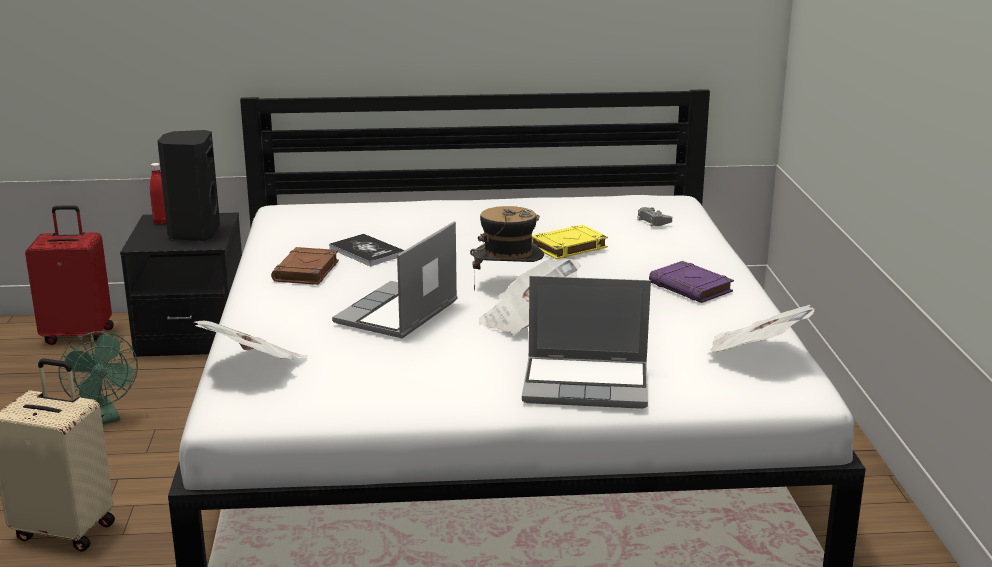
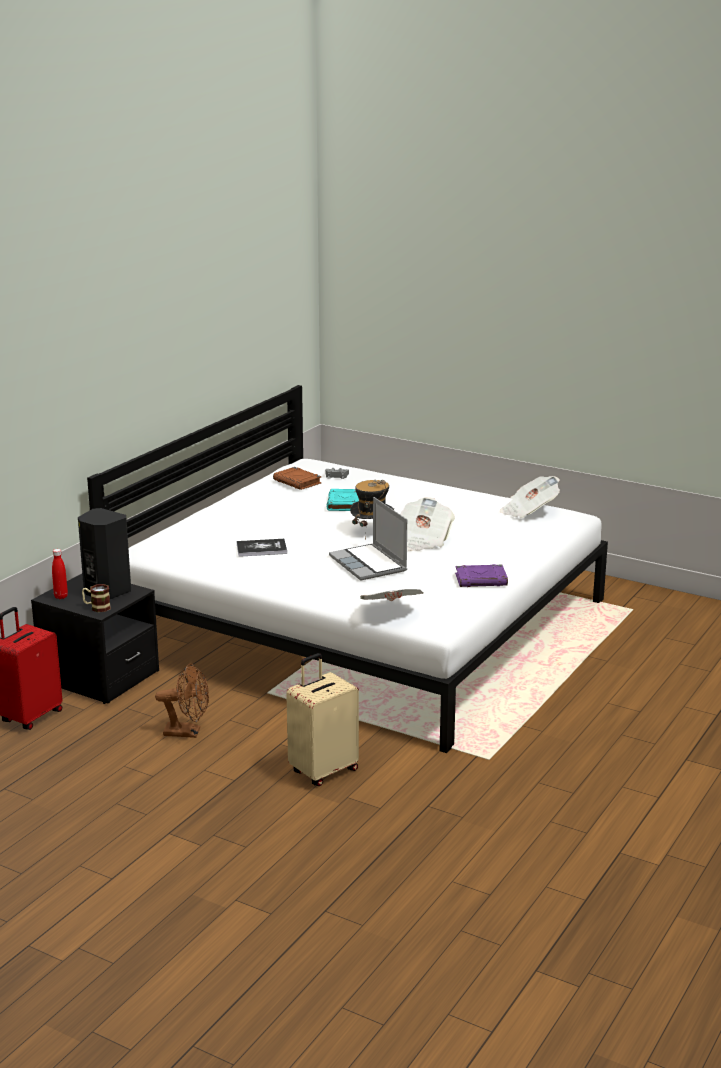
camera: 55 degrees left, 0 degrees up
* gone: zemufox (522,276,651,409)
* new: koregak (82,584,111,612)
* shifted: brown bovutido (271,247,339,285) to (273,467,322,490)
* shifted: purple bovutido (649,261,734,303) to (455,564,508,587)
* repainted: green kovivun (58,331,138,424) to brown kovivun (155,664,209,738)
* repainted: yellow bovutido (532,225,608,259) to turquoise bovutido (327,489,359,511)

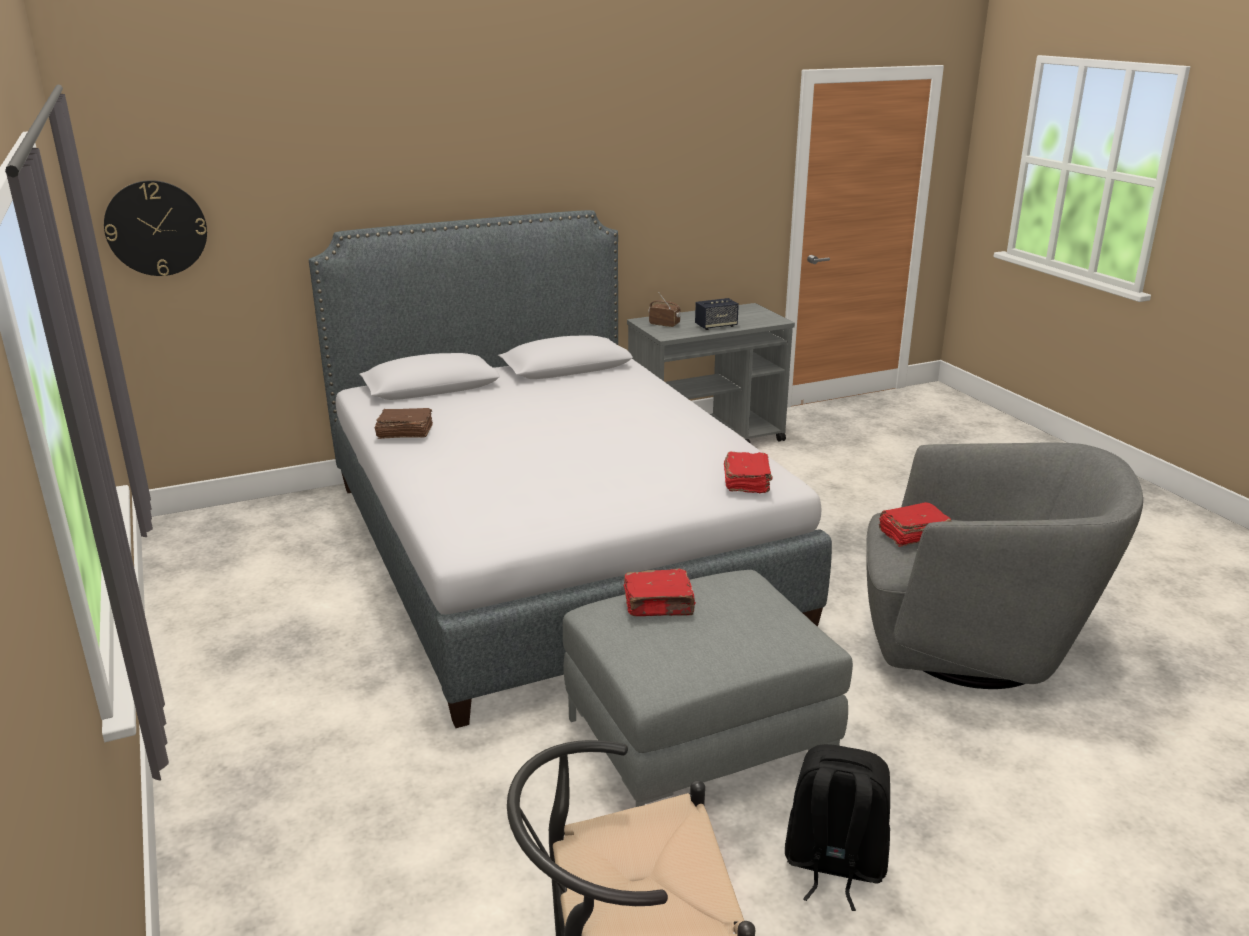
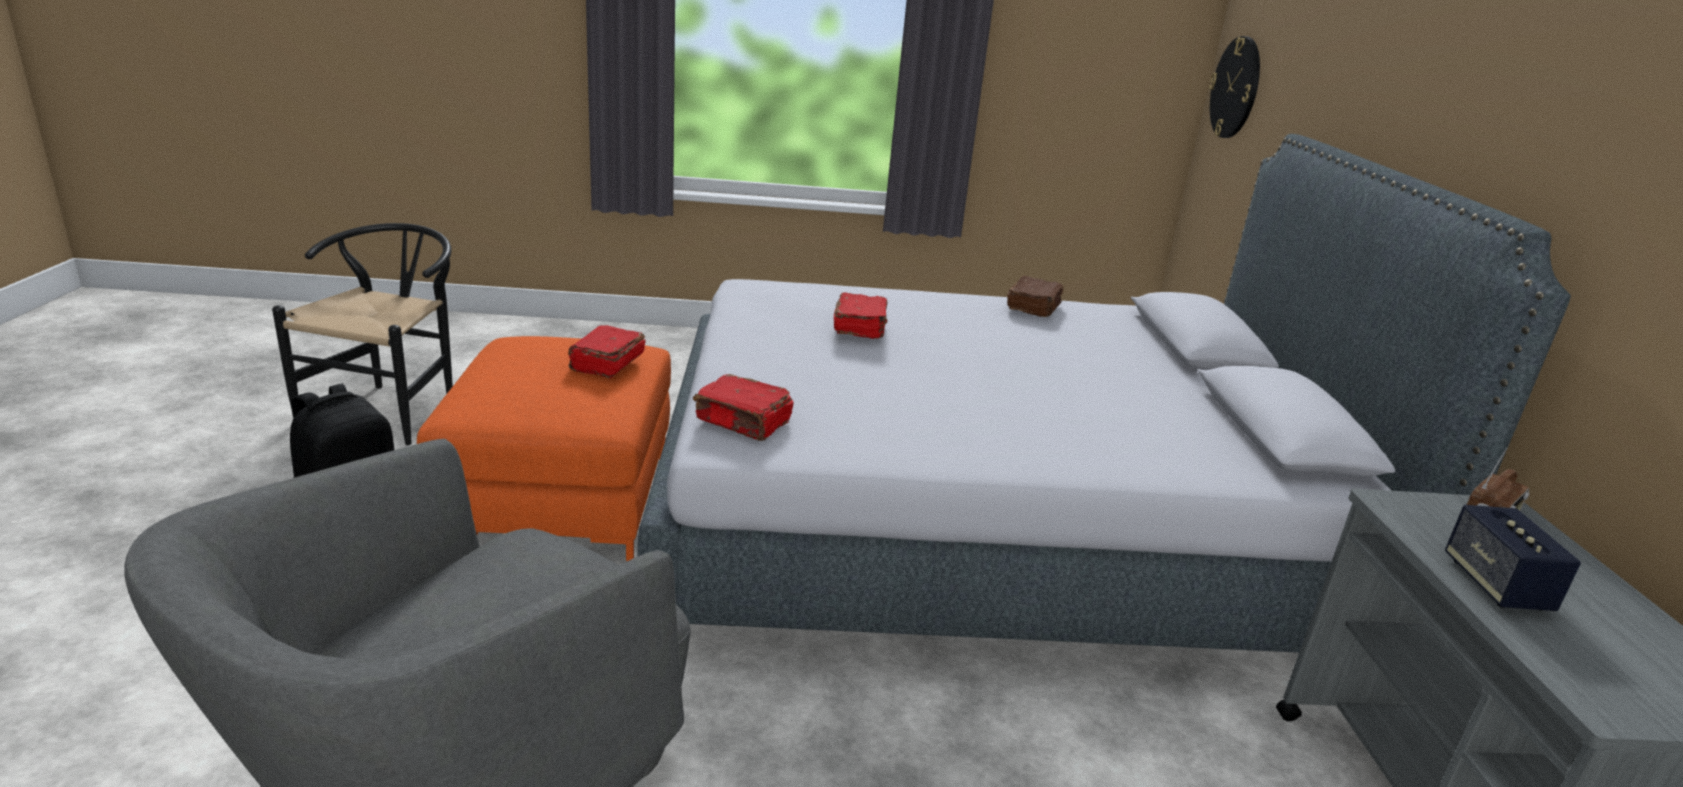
camera: 110 degrees right, 0 degrees up
* shifted: red bovutido (879,502,951,547) to (834,292,888,339)
* repainted: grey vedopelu (563,570,853,807) to orange vedopelu (417,336,671,561)

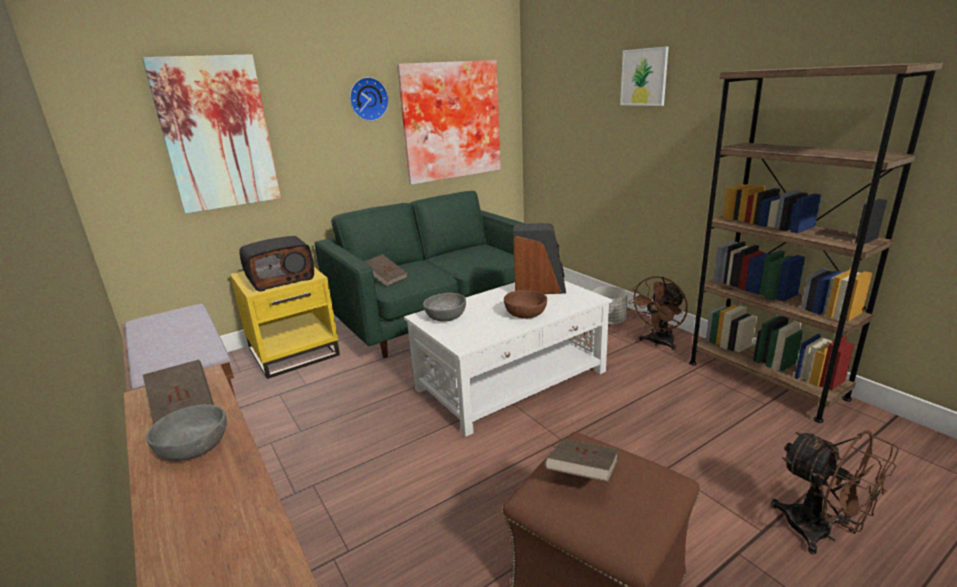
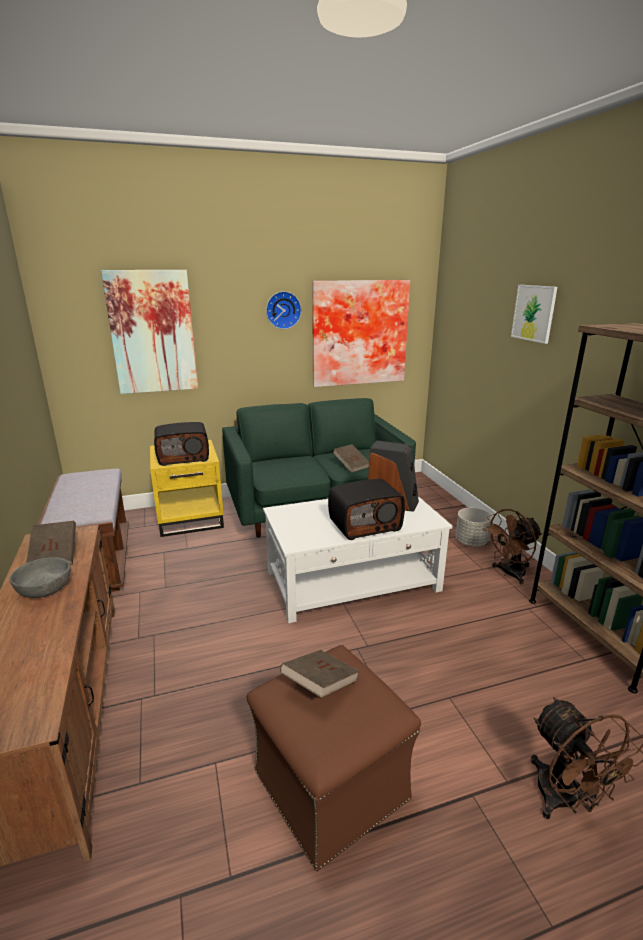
camera: 15 degrees right, 0 degrees up
* gone: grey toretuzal (423,293,466,322)
* shifted: brown bovutido (364,254,408,286) to (333,444,369,473)
* swapped: brown toretuzal (504,290,547,319) to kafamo (328,479,405,540)

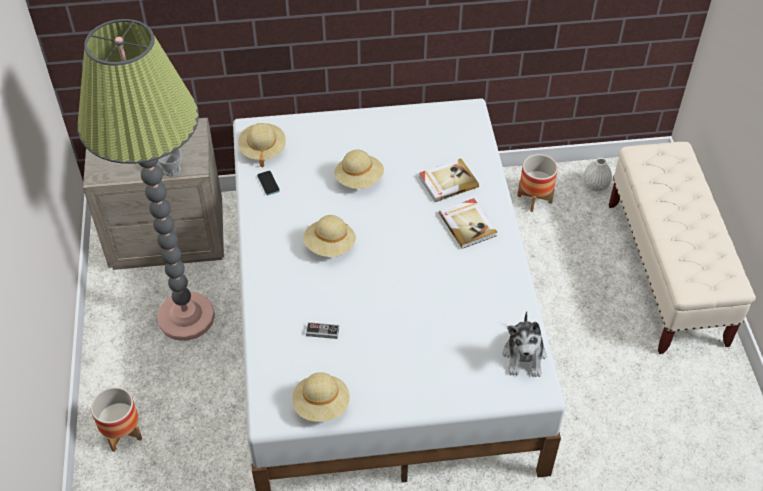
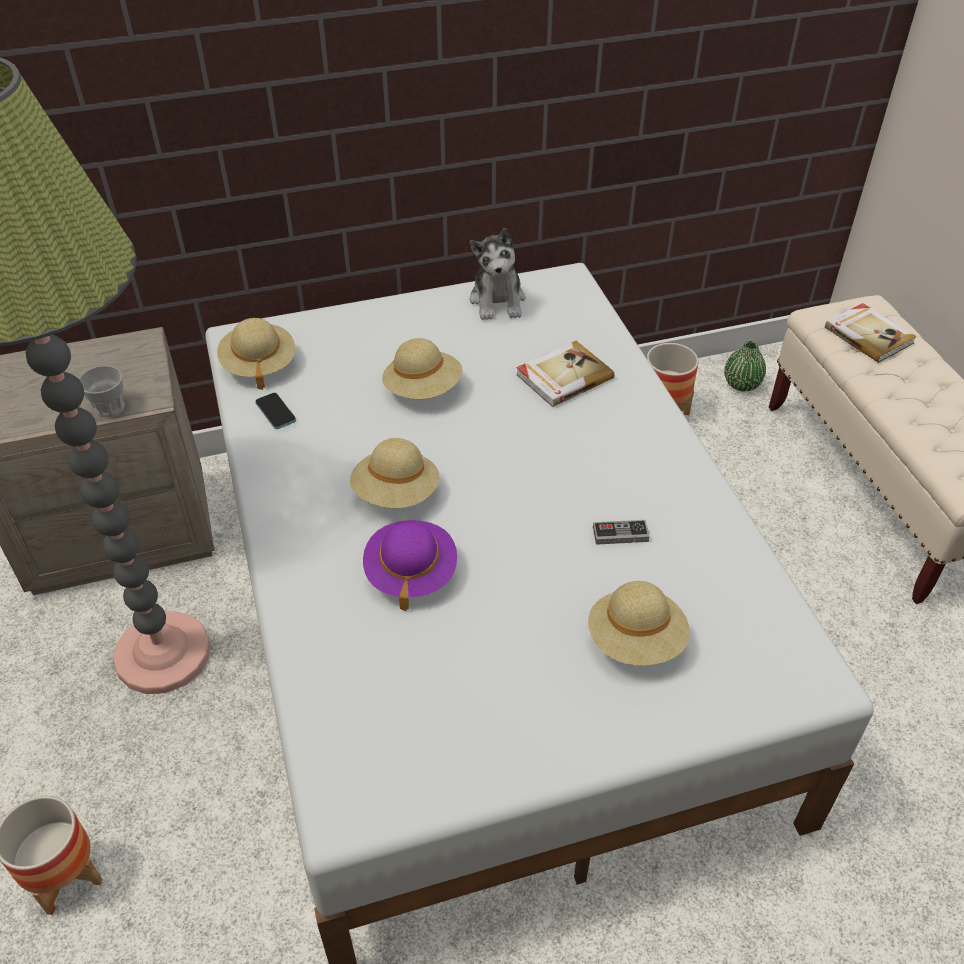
camera: 10 degrees left, 5 degrees down
* new: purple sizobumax (363,520,457,611)
* shifted: beige sizobumax (292,372,350,422) to (588,581,690,665)
* shifted: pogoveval (306,322,339,339) to (593,520,650,545)
* shifted: bovutido (439,198,497,249) to (825,303,917,363)
* shifted: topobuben (503,311,546,377) to (470,228,525,320)
* repainted: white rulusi (583,158,612,191) to green rulusi (725,341,766,392)

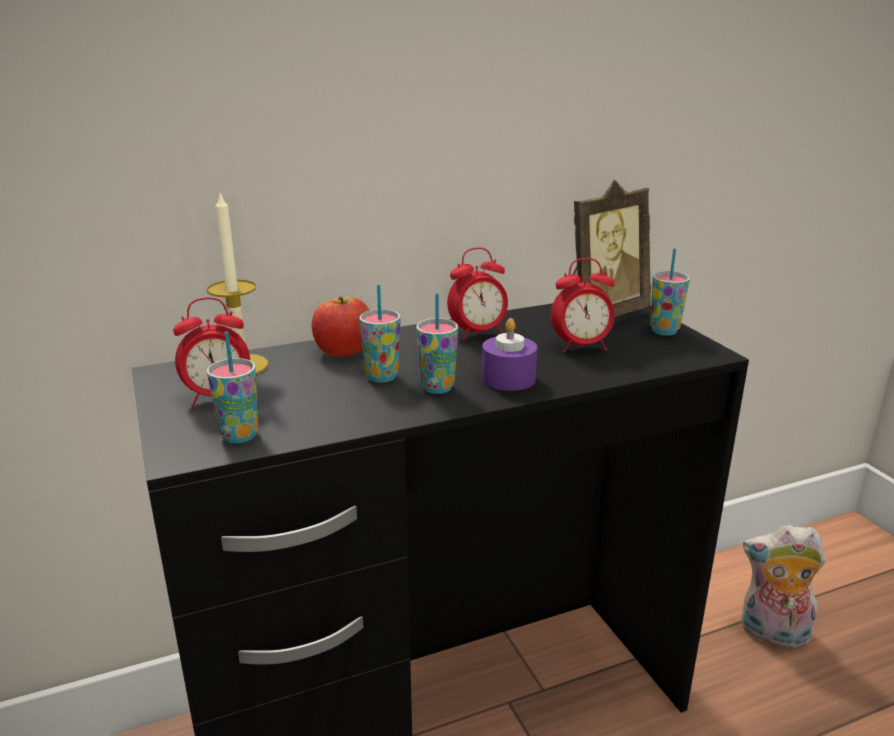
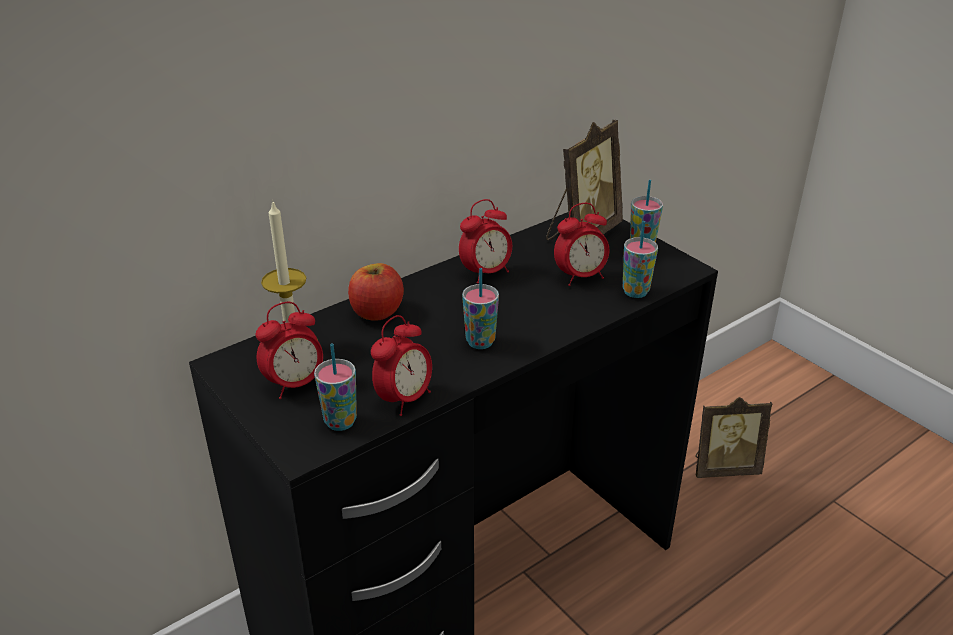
camera: 15 degrees left, 10 degrees up
* gone: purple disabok (482,318,537,391)
* new: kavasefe (371,315,432,416)
* shifted: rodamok (359,284,400,383) to (623,221,658,298)
* swapped: topobuben (741,525,826,652) to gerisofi (695,397,772,478)

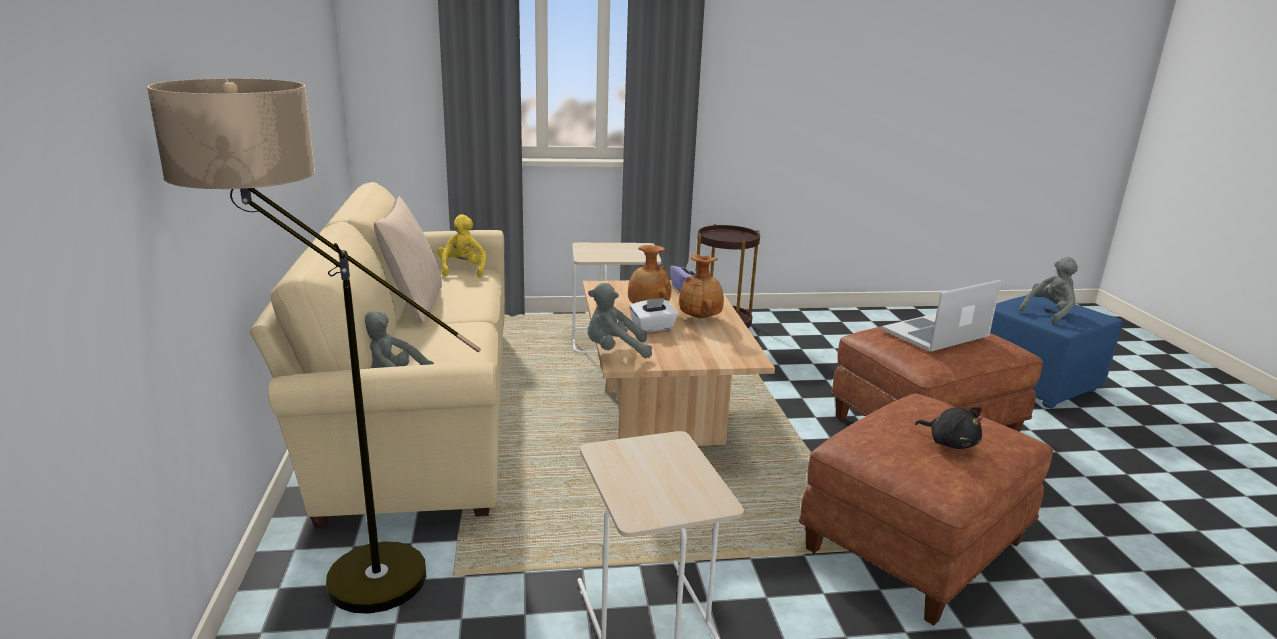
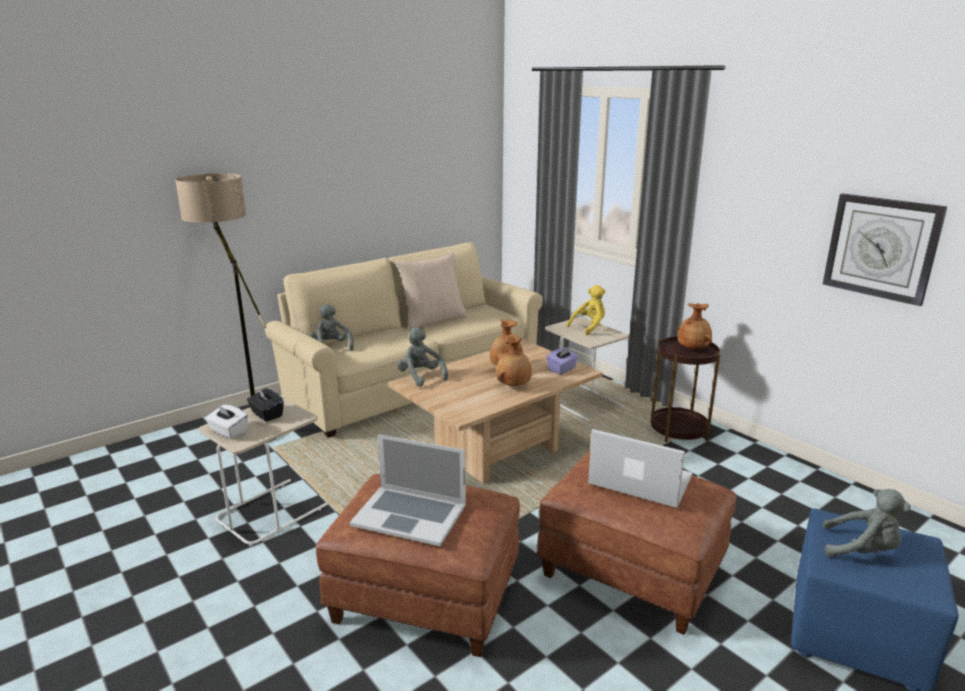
camera: 60 degrees right, 0 degrees up
* new: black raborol (247,388,284,422)
* new: brown rulusi (677,303,712,349)
* new: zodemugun (823,193,947,306)
* shifted: yellow topobuben (437,214,486,278) to (567,285,606,335)
* shifted: white raborol (630,298,678,332) to (205,405,248,439)
* swapped: black topobuben (915,407,982,449) to zemufox (349,434,466,546)

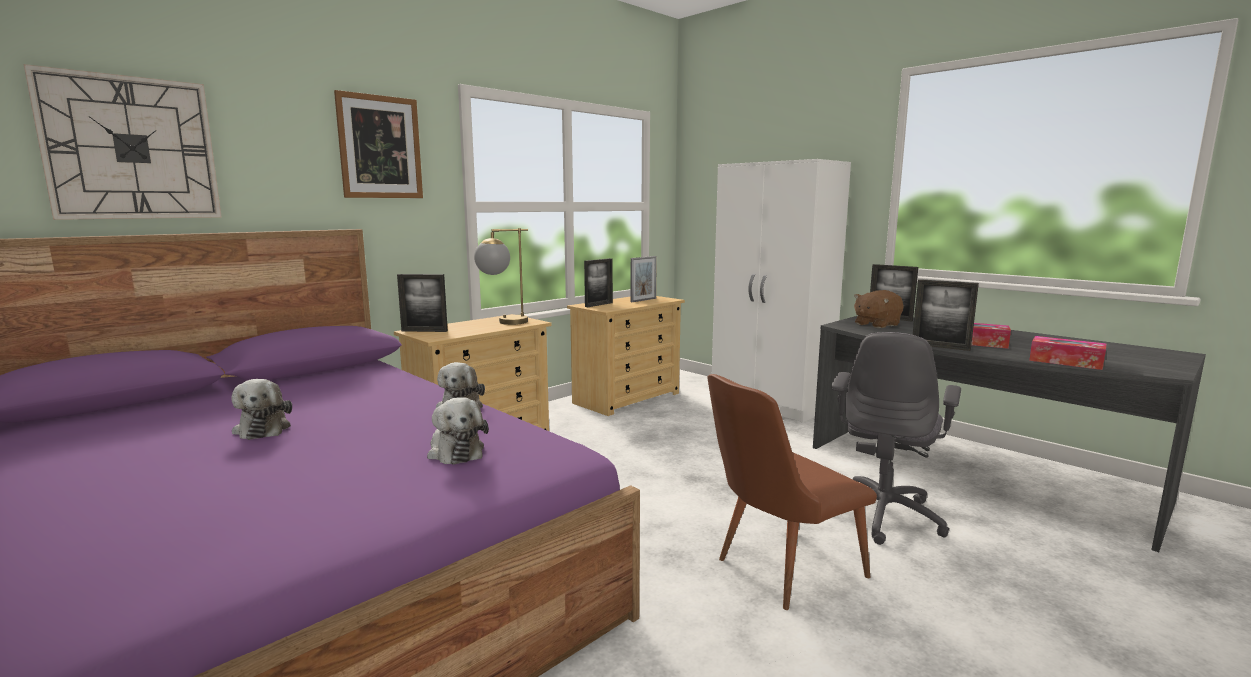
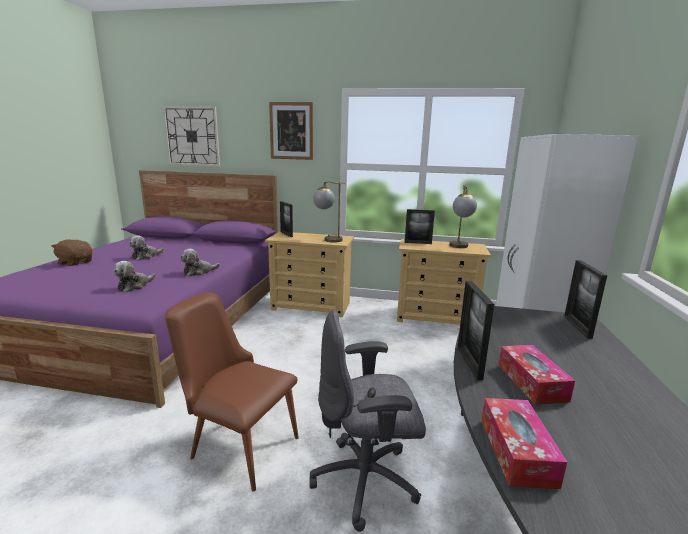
camera: 55 degrees right, 5 degrees up
* shifted: brown topobuben (854,290,904,328) to (51,240,92,266)
* swapped: gerisofi (631,256,657,302) to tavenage (449,185,477,248)

